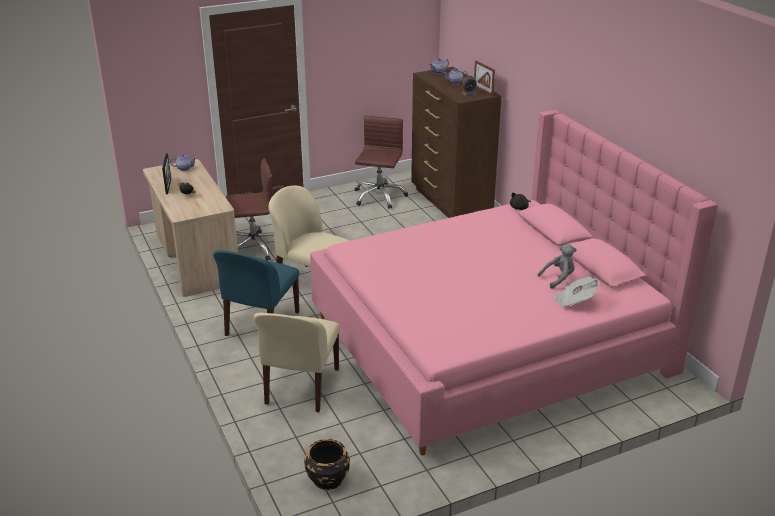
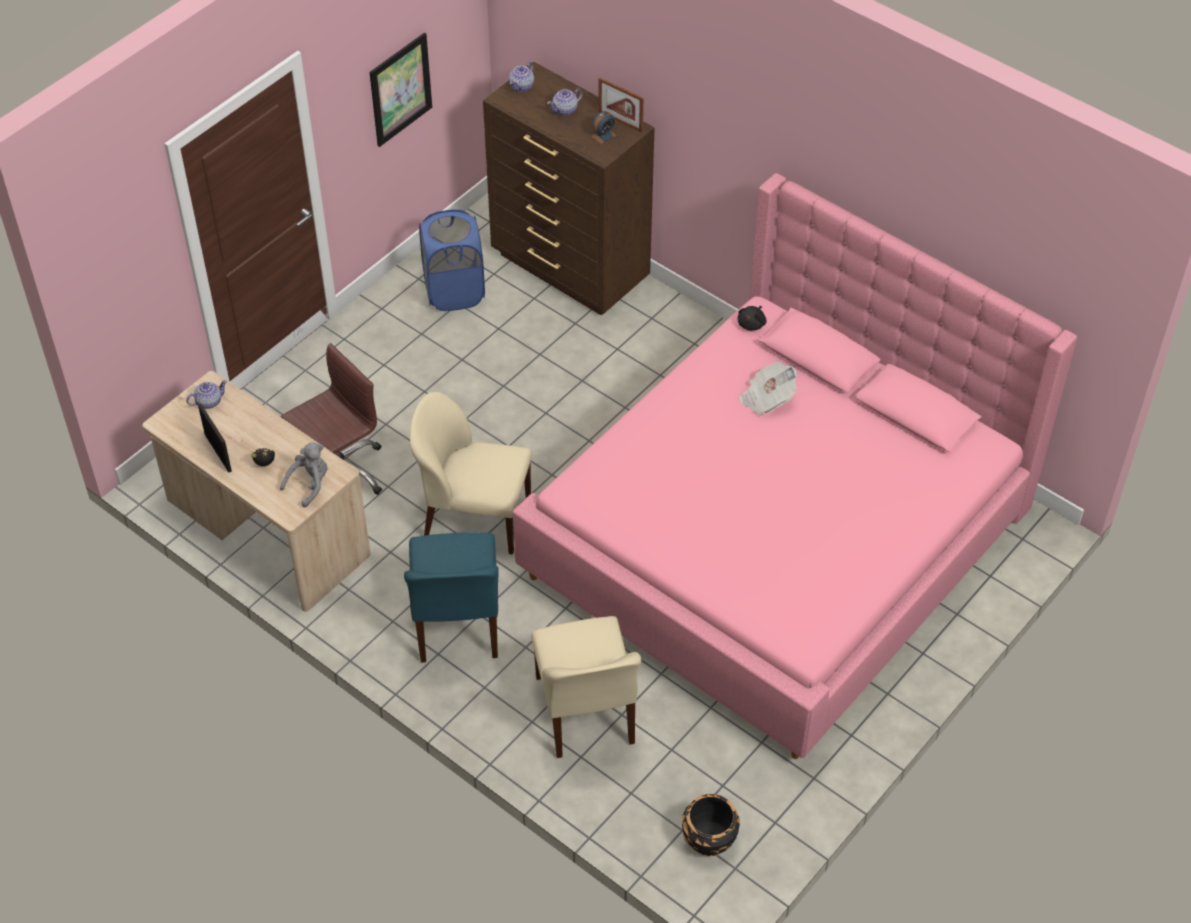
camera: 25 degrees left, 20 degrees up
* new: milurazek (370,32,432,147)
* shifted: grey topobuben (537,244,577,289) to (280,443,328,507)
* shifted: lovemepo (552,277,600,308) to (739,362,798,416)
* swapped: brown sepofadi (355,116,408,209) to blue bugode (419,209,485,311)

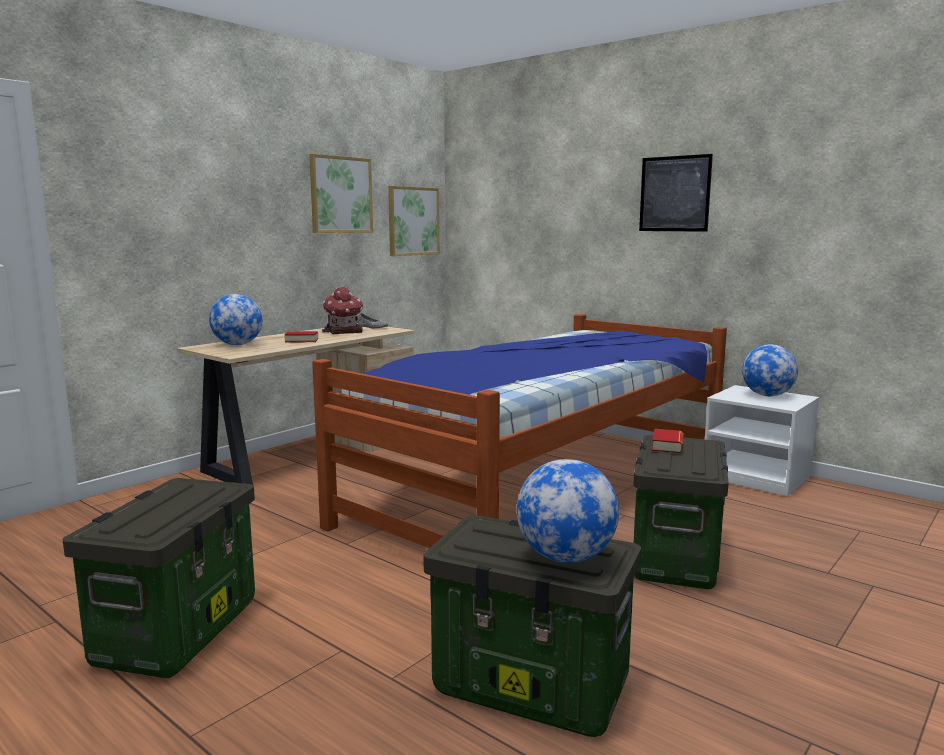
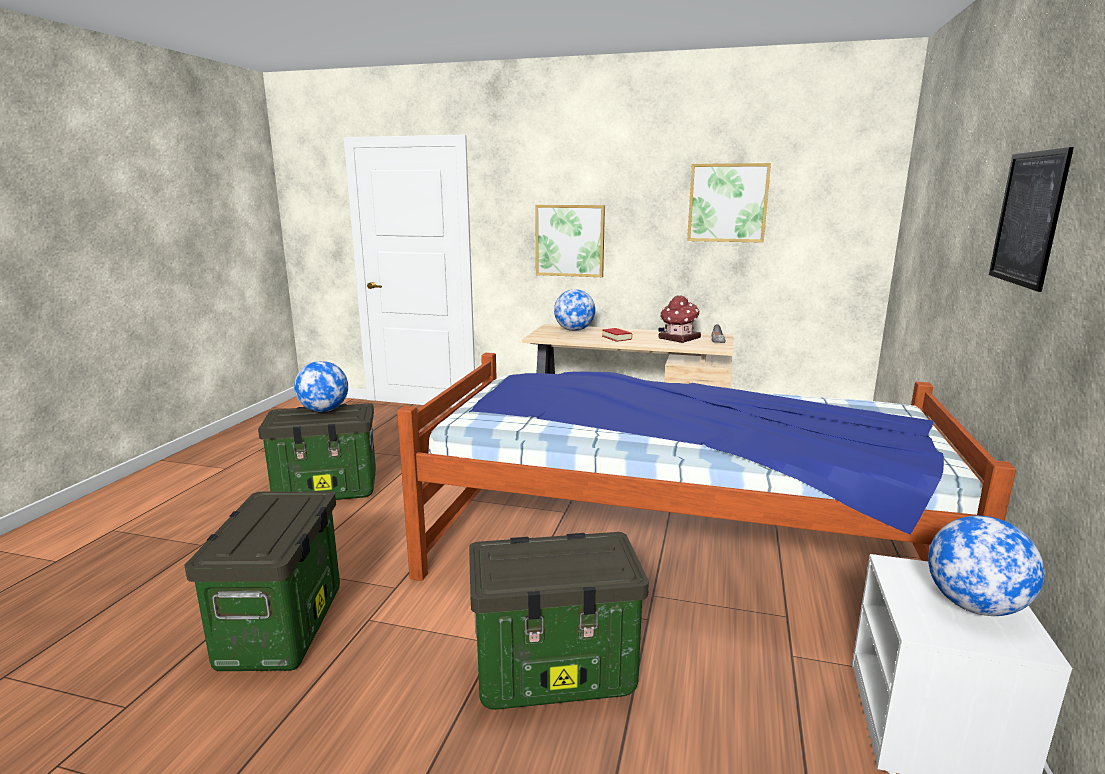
camera: 65 degrees right, 5 degrees up
* gone: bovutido (652,429,683,453)
* shifted: milurazek (388,186,440,256) to (535,205,605,277)
* shifted: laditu (517,459,619,563) to (294,361,348,412)

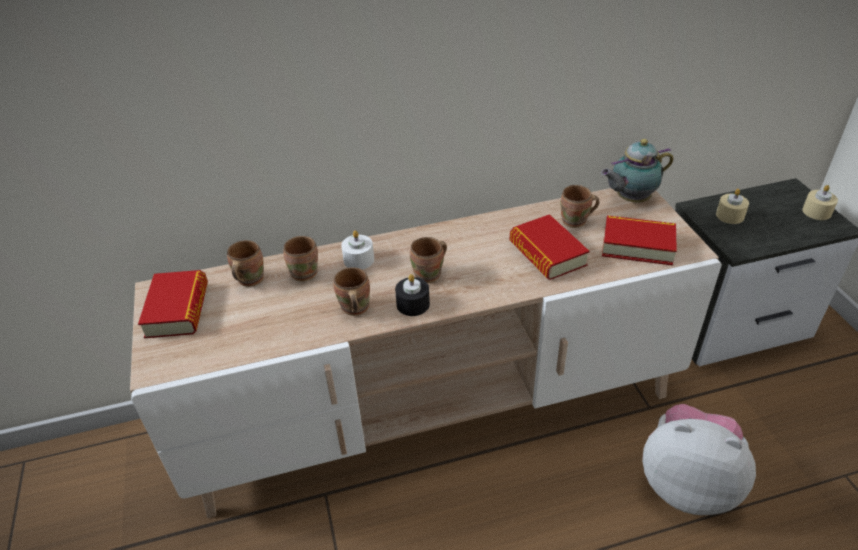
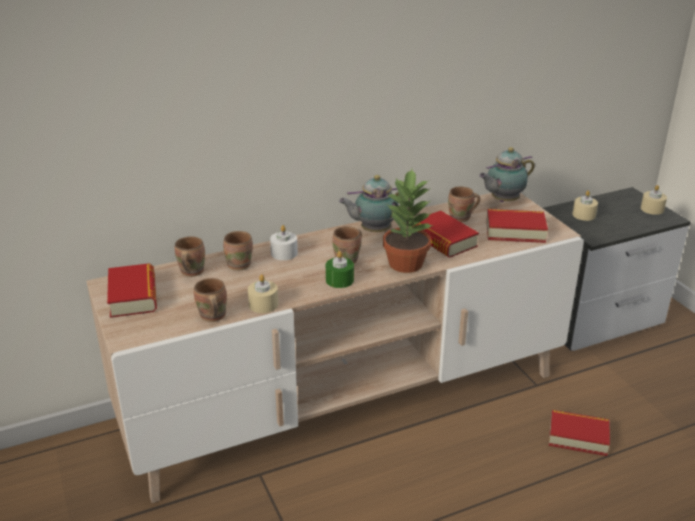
camera: 10 degrees left, 10 degrees down
* new: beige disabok (248,274,278,313)
* new: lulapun (339,175,399,232)
* new: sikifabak (383,169,433,273)
* shifted: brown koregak (333,267,370,316) to (194,278,227,322)
* swapped: topobuben (642,404,756,515) to bovutido (549,410,610,456)
* repainted: black disabok (395,274,430,316) to green disabok (326,251,354,288)

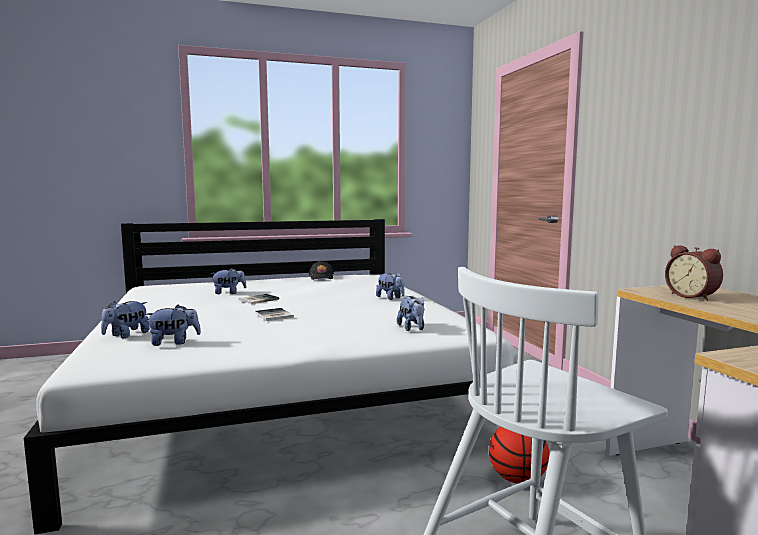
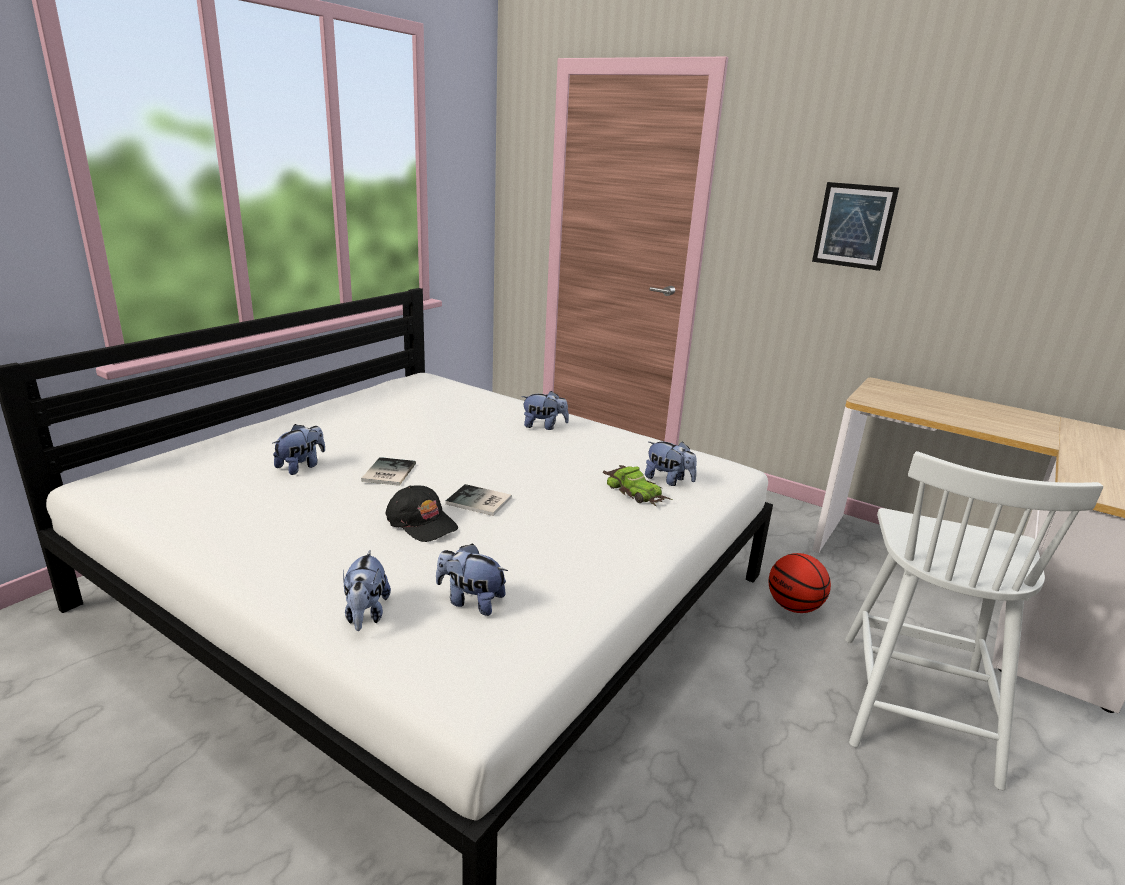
camera: 40 degrees left, 15 degrees up
* gone: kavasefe (665,245,723,301)
* new: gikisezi (603,465,672,506)
* new: milurazek (812,182,899,271)
* shifted: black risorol (309,261,334,280) to (386,485,458,542)
* rotated: topobuben (145,305,201,346) = (436,543,508,616) 105 degrees counterclockwise

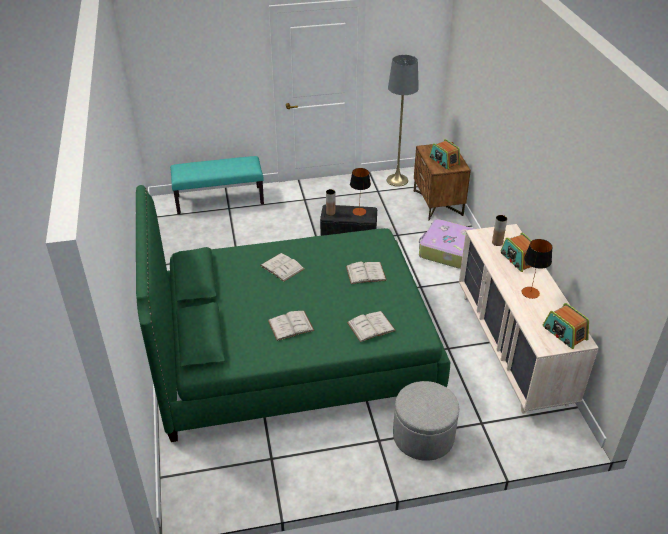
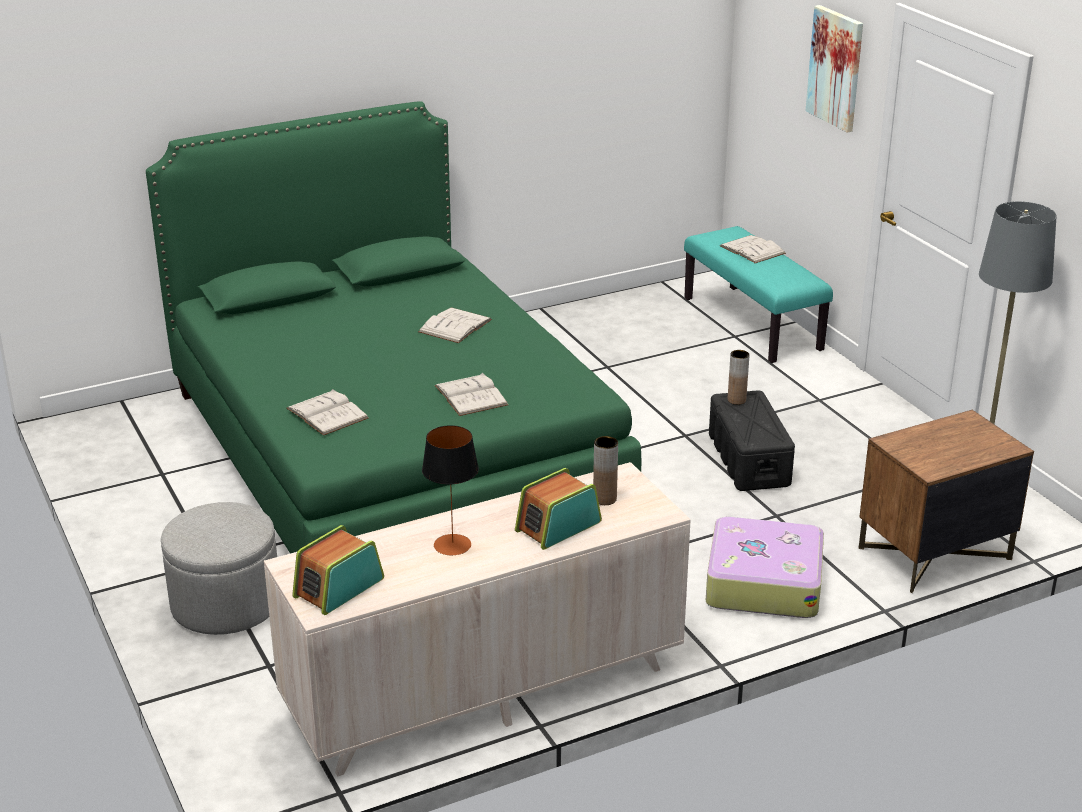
camera: 75 degrees right, 10 degrees down
* gone: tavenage (350,168,371,216)
* gone: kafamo (429,139,460,170)
* new: milurazek (805,5,863,133)
* shifted: white bovutido (268,311,315,341) to (720,235,786,263)

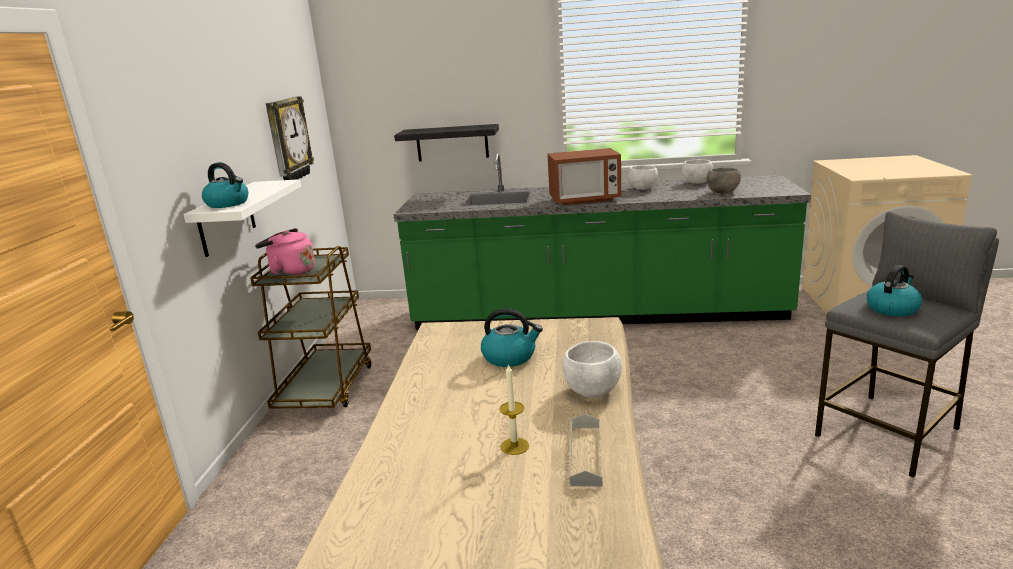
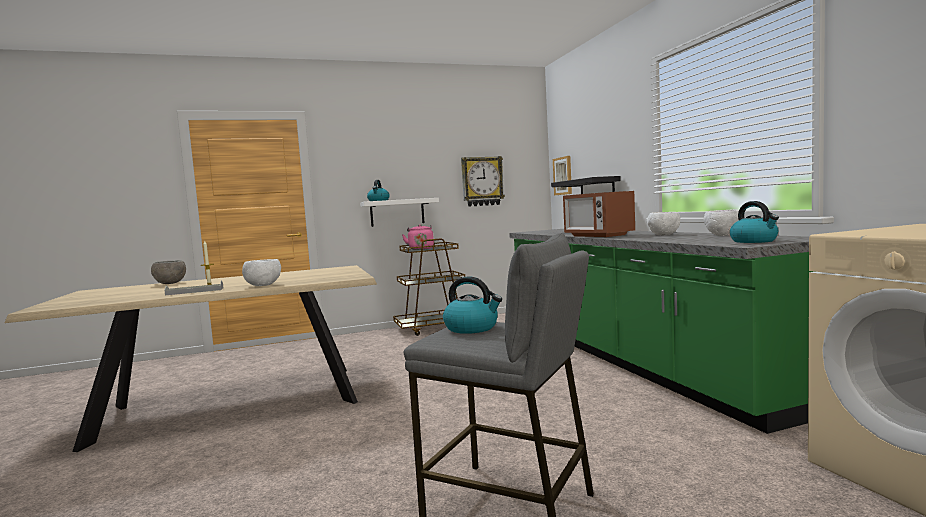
camera: 65 degrees right, 15 degrees down
* new: milurazek (553,156,572,195)
* shifted: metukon (481,308,543,367) to (730,201,779,243)
* shifted: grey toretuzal (707,168,741,194) to (151,260,186,284)

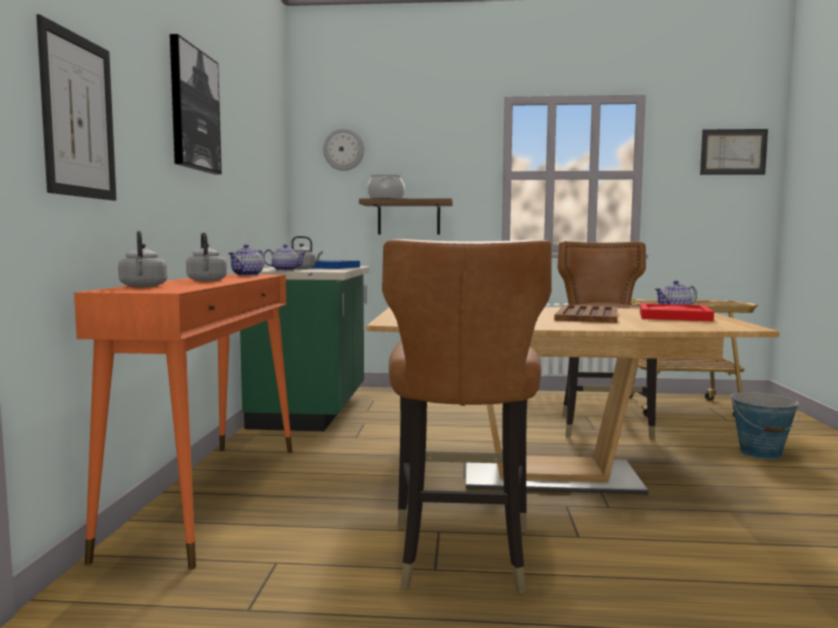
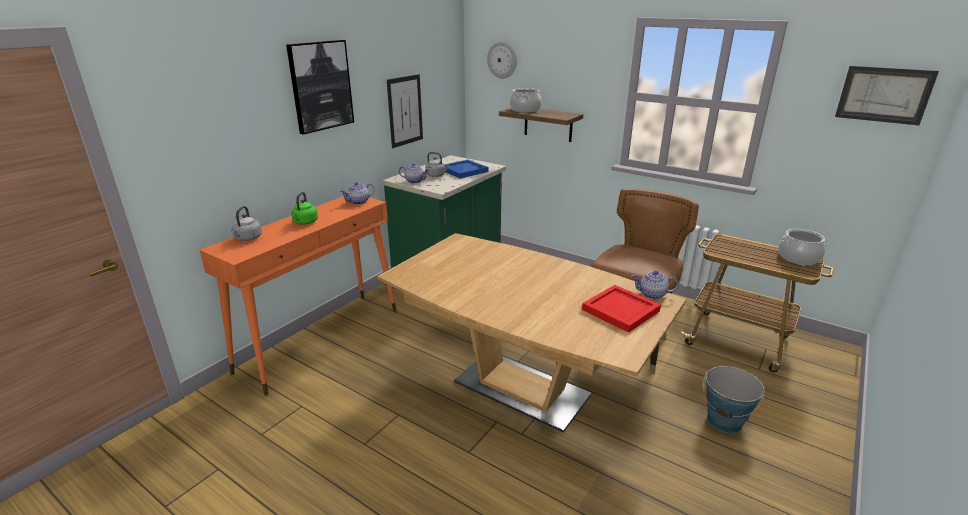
camera: 30 degrees right, 20 degrees up
* gone: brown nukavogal (382,239,552,594)
* gone: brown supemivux (554,305,618,323)
* new: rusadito (778,229,827,265)
* shifted: milurazek (36,14,116,201) to (387,74,423,148)
* repainted: grey metukon (186,232,227,281) to green metukon (291,192,318,225)

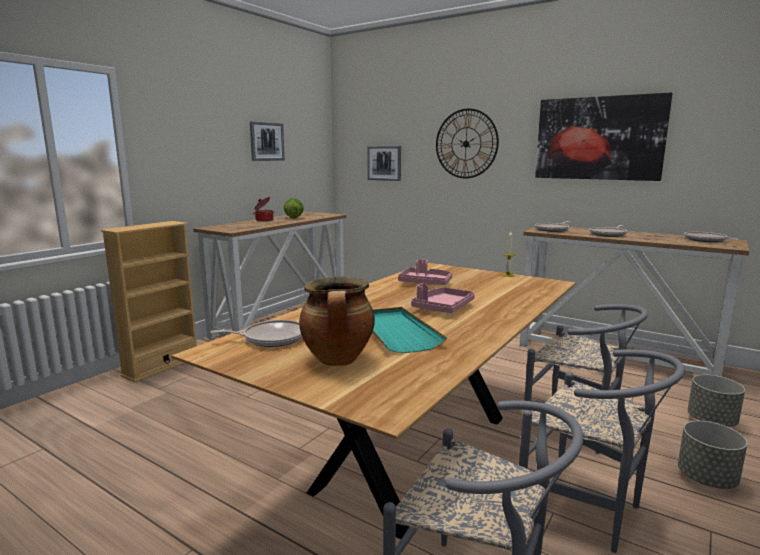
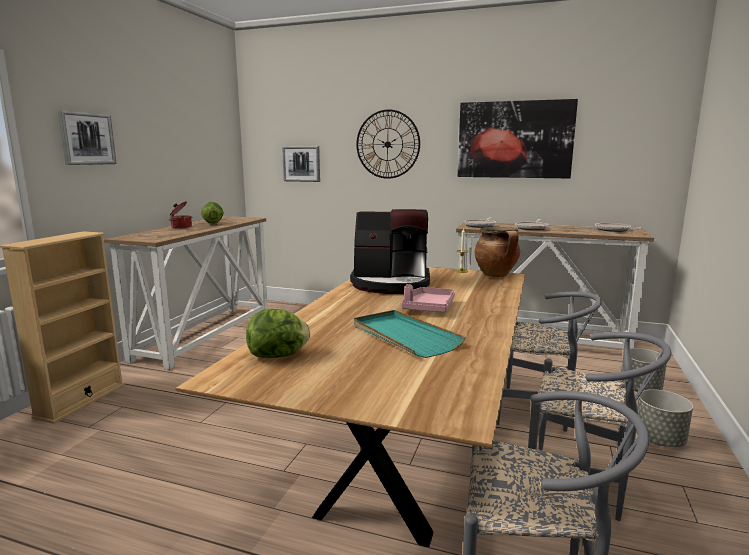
camera: 15 degrees left, 0 degrees up
* shifted: milurazek (250,121,285,161) to (58,110,117,165)
* shifted: rusadito (299,277,375,366) to (474,227,520,277)
* swapped: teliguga (210,320,302,347) to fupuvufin (246,309,310,358)
* swapped: pink supemivux (398,259,452,285) to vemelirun (350,209,430,294)

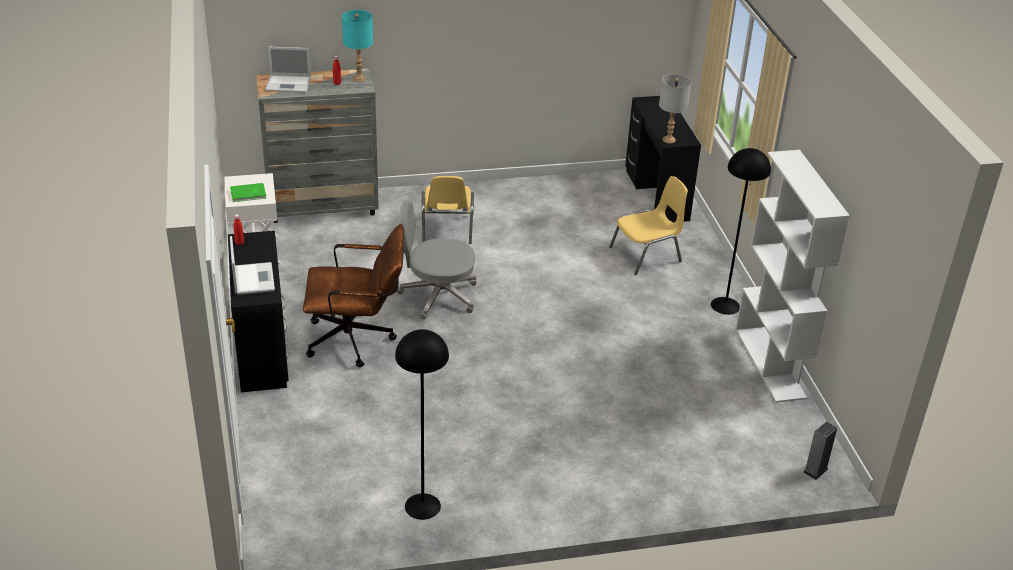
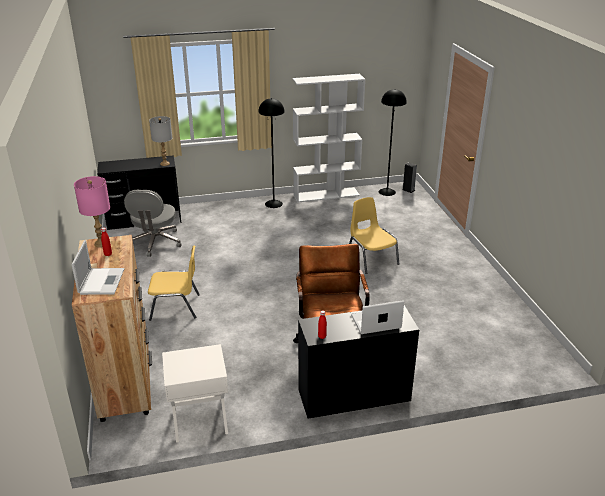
camera: 90 degrees left, 5 degrees down
* gone: green bovutido (230,183,266,202)
* shifted: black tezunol (395,329,449,520) to (379,89,407,196)
* shifted: grey sepofadi (397,200,477,319) to (124,190,181,257)
* shifted: yellow nukavogal (609,176,688,275) to (349,197,399,274)
* repainted: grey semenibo (256,69,379,223) to brown semenibo (72,235,152,422)
* repainted: turquoise tavenage (342,10,373,82) to pink tavenage (74,176,110,247)

